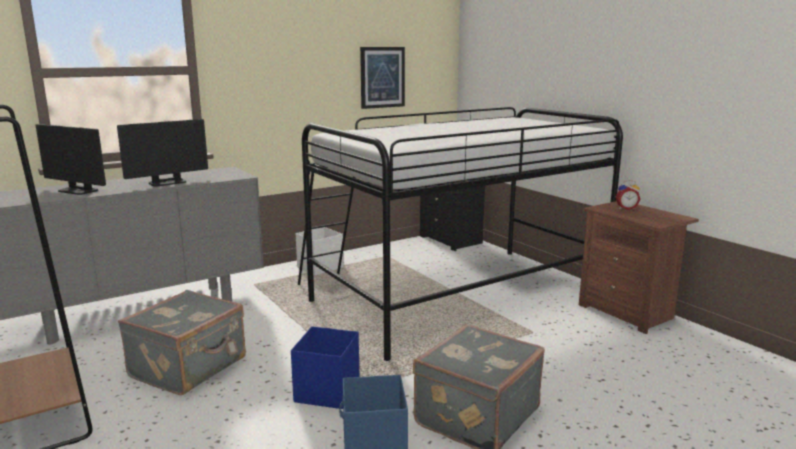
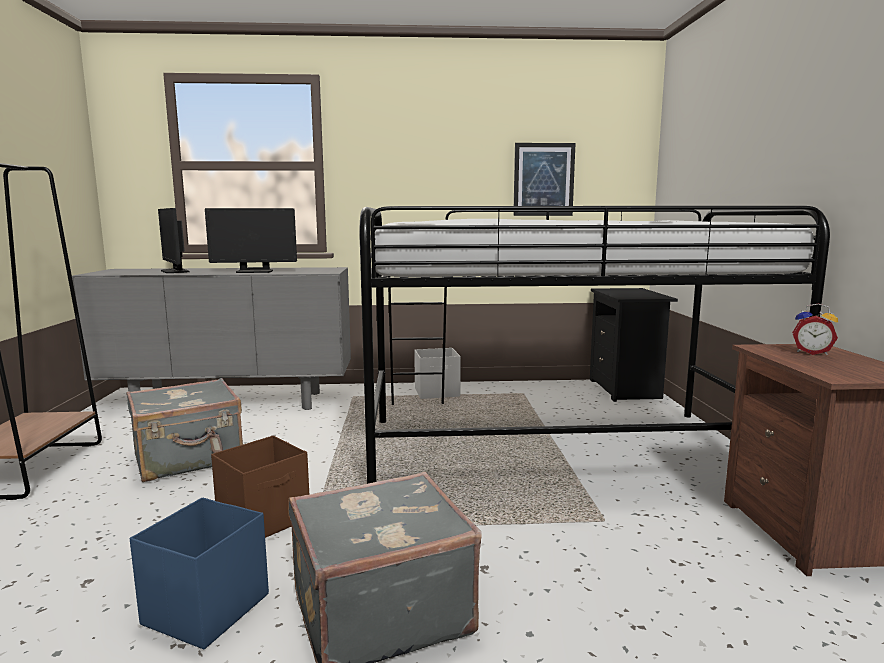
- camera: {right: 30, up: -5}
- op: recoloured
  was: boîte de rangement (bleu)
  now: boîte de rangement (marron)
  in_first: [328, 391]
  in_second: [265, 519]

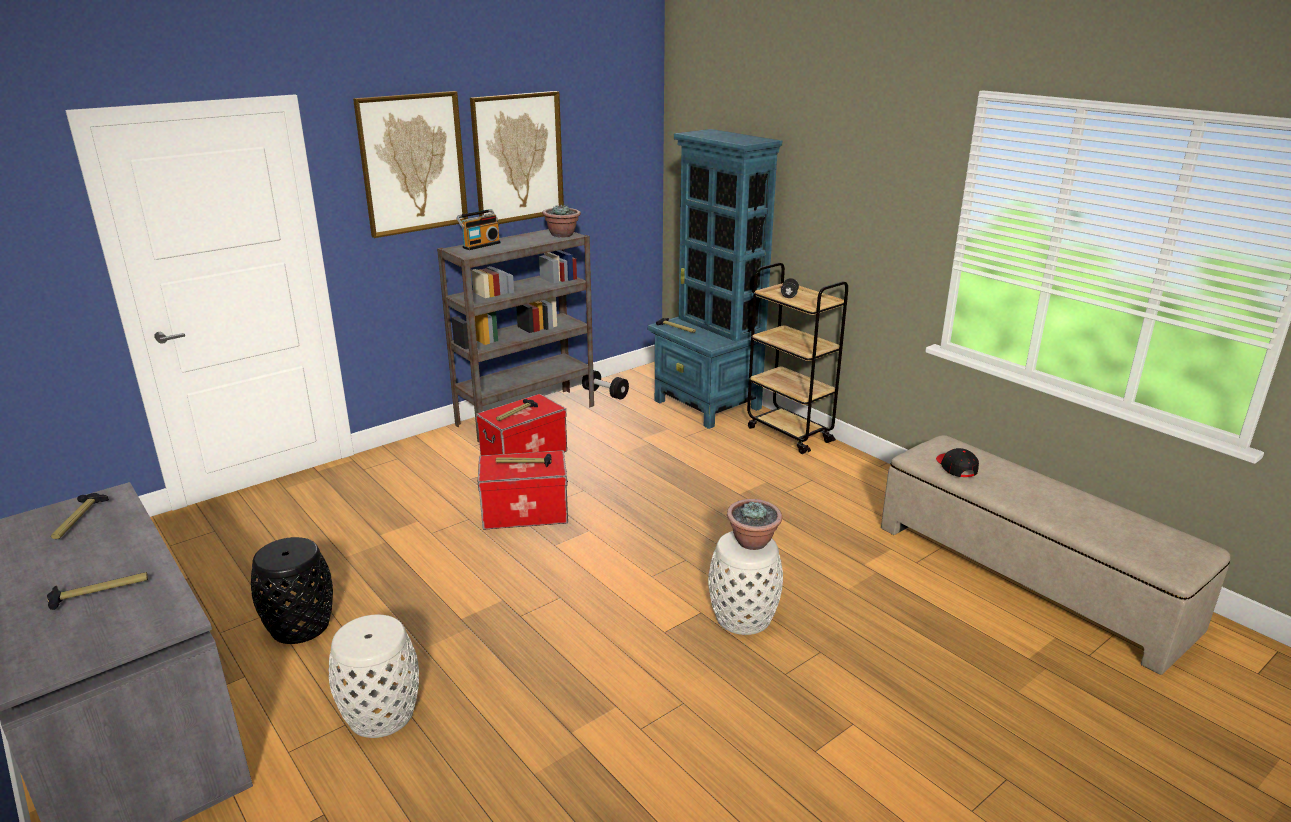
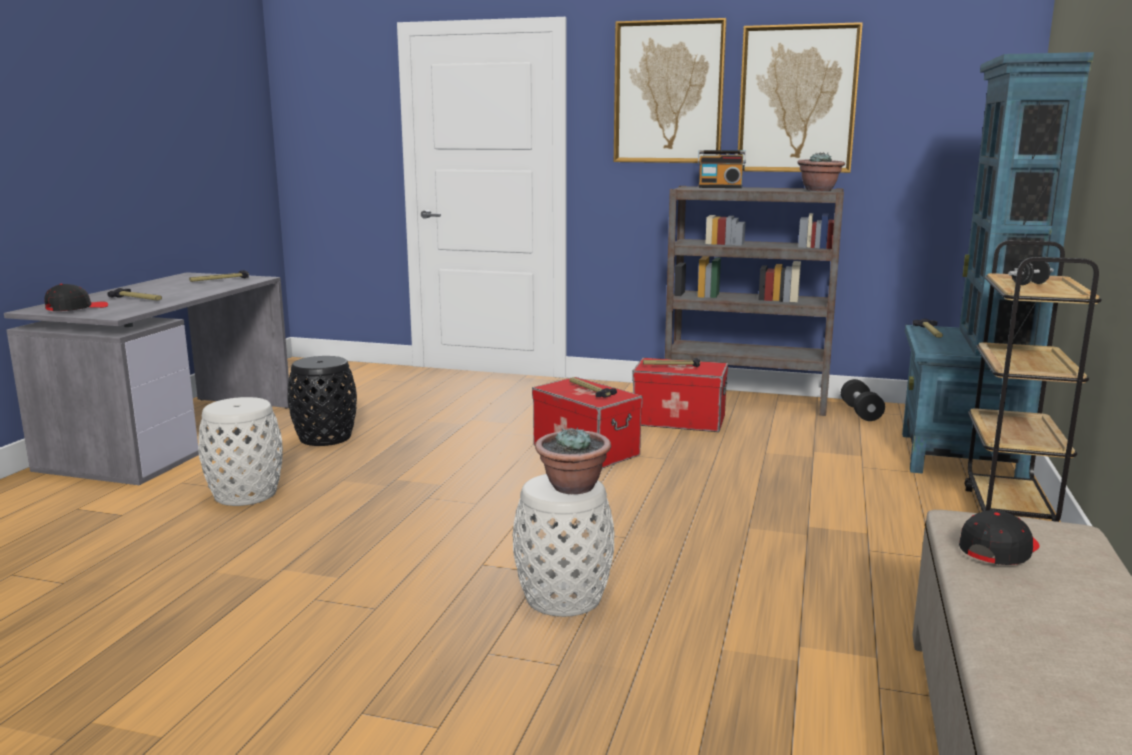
- camera: {right: 55, up: -10}
- op: added
  now: casquette (noir)
  in_second: [76, 308]

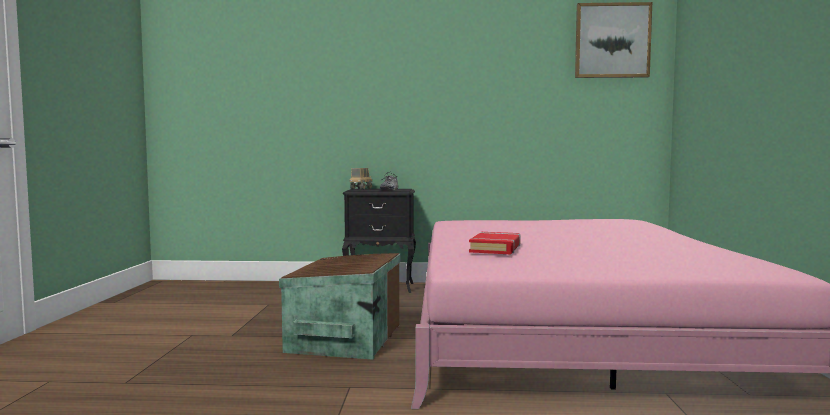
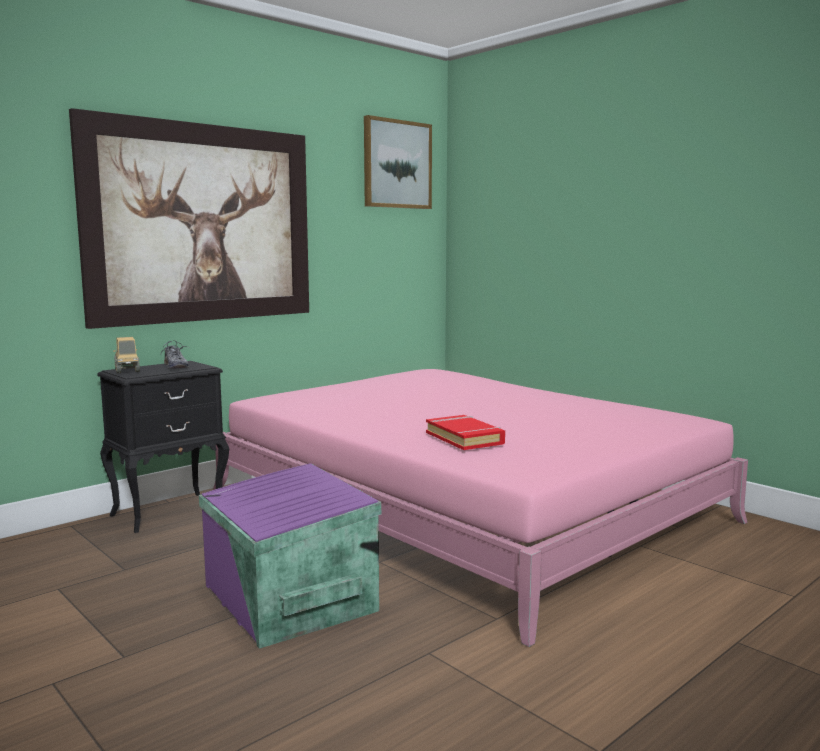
- camera: {right: -45, up: 5}
- op: added
  now: tableau
  in_second: [202, 224]
- op: recoloured
  was: boîte de rangement (marron)
  now: boîte de rangement (violet)
  in_first: [343, 338]
  in_second: [287, 599]

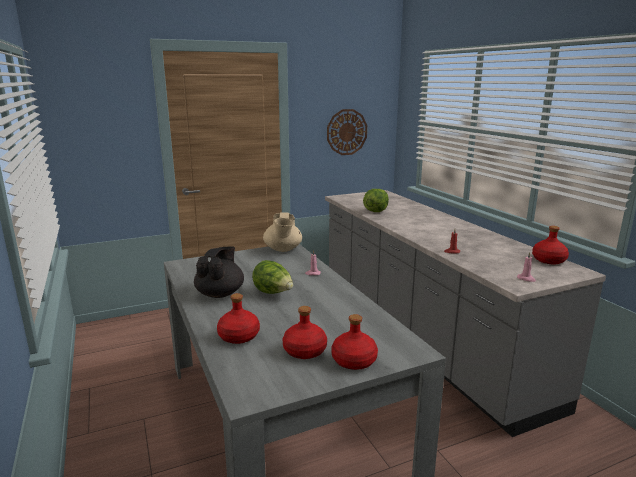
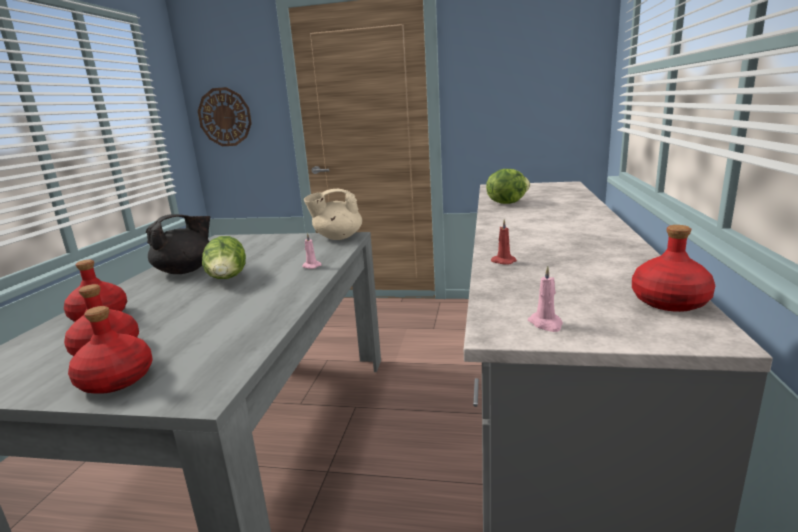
- camera: {right: 35, up: 0}
- op: moved
  was: horloge murale
  in_first: [346, 132]
  in_second: [225, 117]
- op: turned
  was: théière (beige)
  in_first: [283, 249]
  in_second: [337, 237]
  clockwise: 45

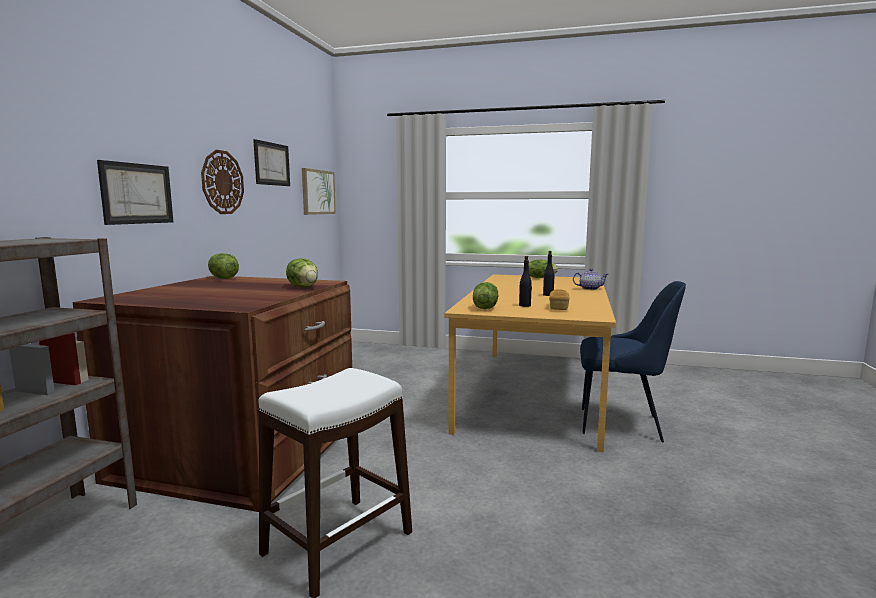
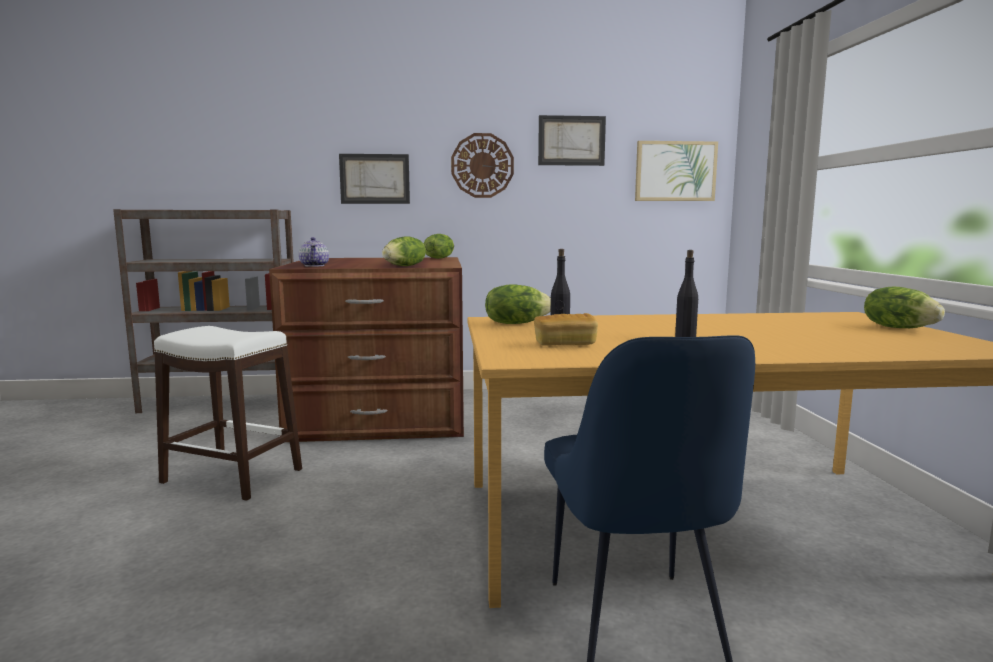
- camera: {right: 70, up: 0}
- op: moved
  was: théière
  in_first: [589, 289]
  in_second: [314, 265]

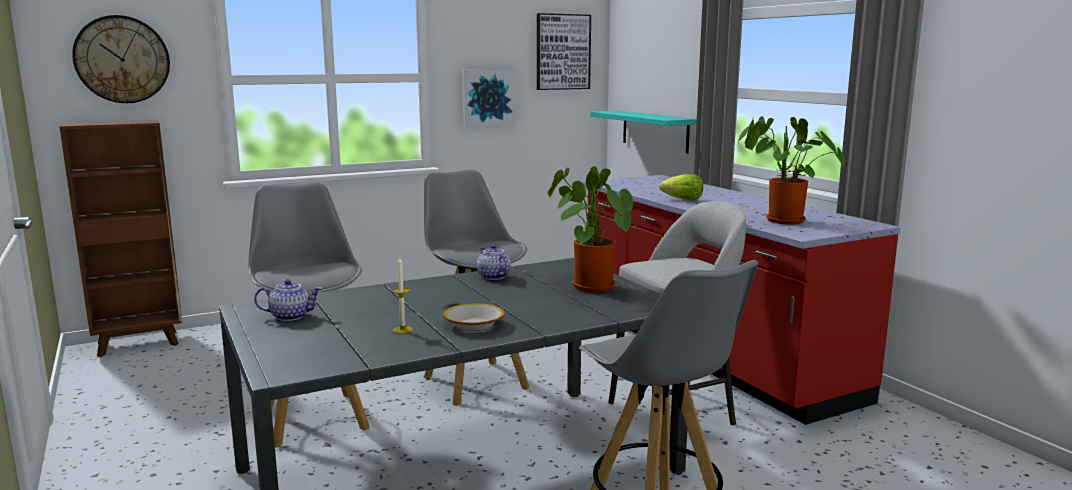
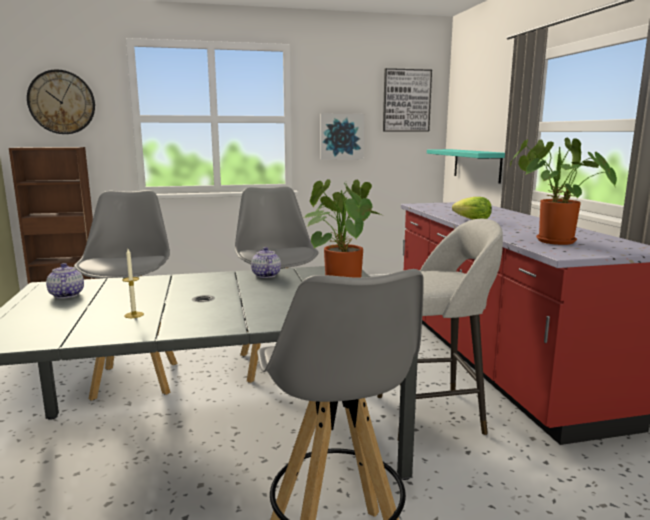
- camera: {right: 15, up: 0}
- op: turned
  was: théière
  in_first: [290, 316]
  in_second: [66, 295]
  clockwise: -120
- op: removed
  was: bol
  in_first: [473, 325]

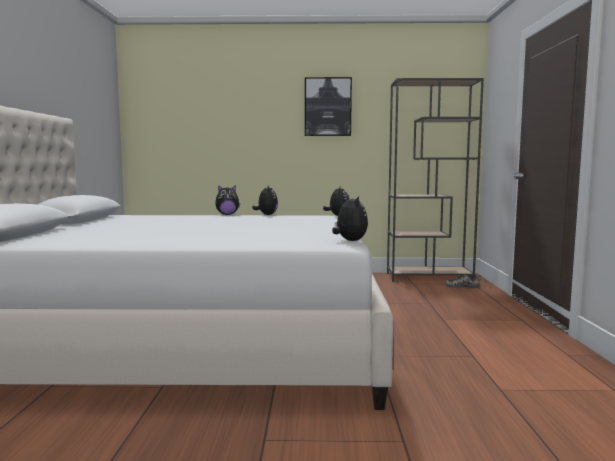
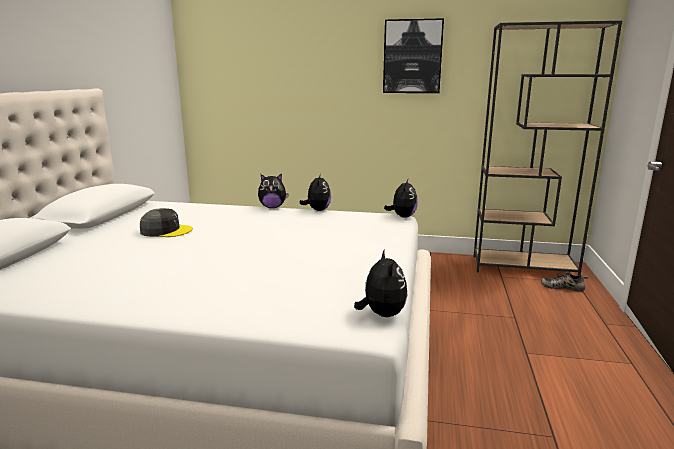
- camera: {right: 10, up: 10}
- op: added
  now: casquette (gris)
  in_second: [166, 231]

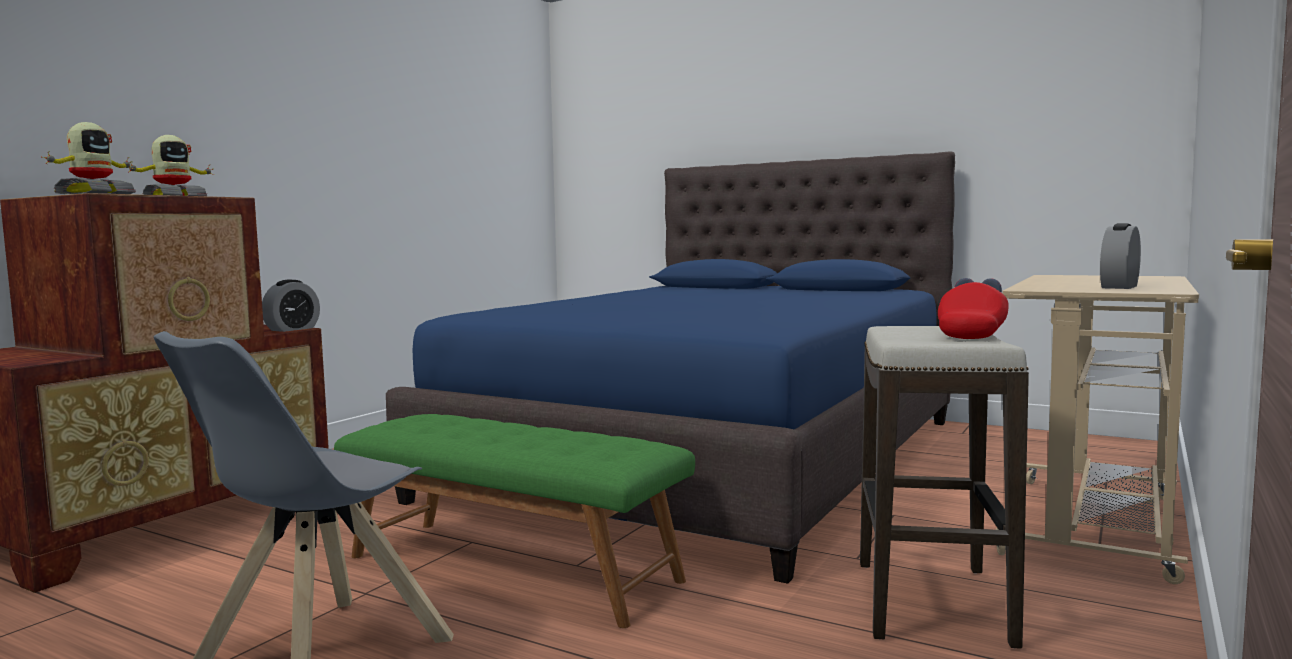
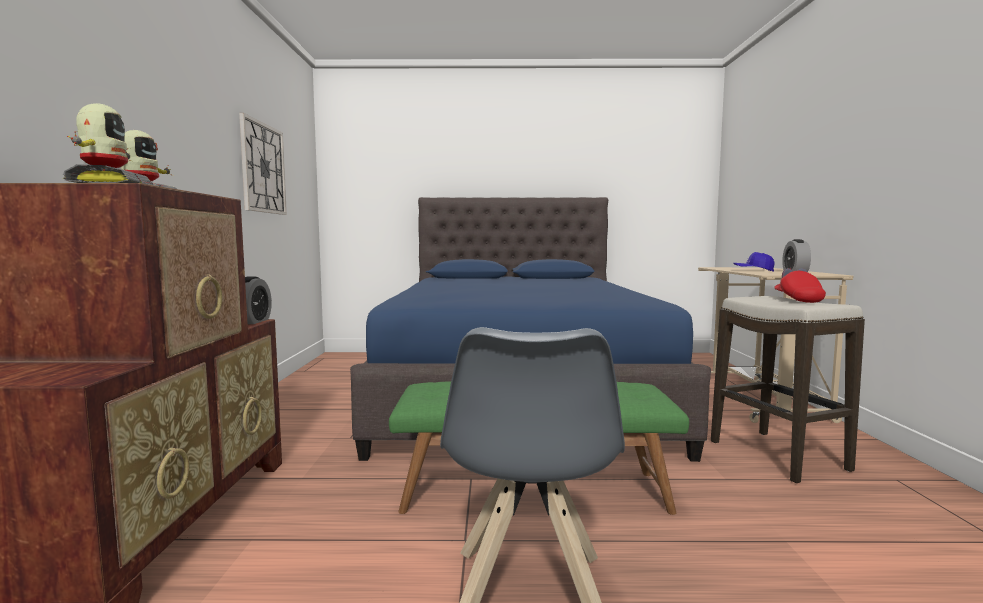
- camera: {right: -30, up: 0}
- op: added
  now: horloge murale
  in_second: [263, 168]
- op: added
  now: casquette (bleu)
  in_second: [753, 271]

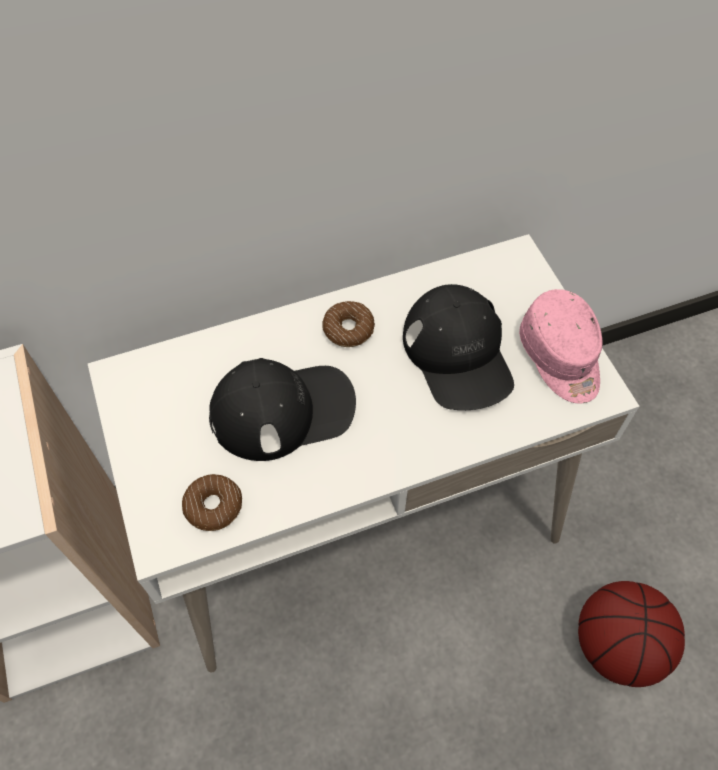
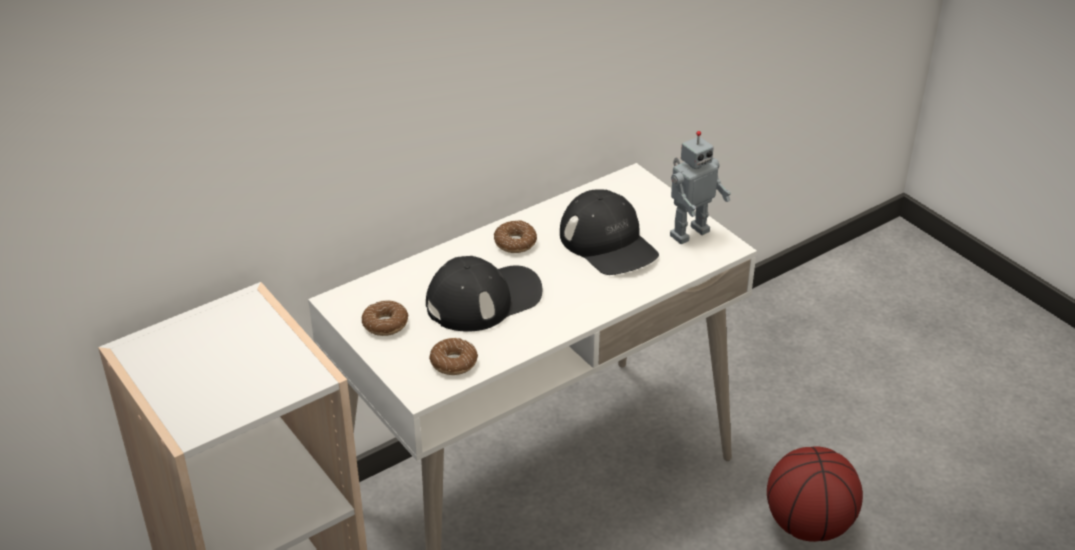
- camera: {right: -15, up: -20}
- op: added
  now: beignet
  in_second: [385, 324]
- op: replaced
  was: casquette (rose)
  now: robot jouet
  in_first: [560, 358]
  in_second: [688, 232]

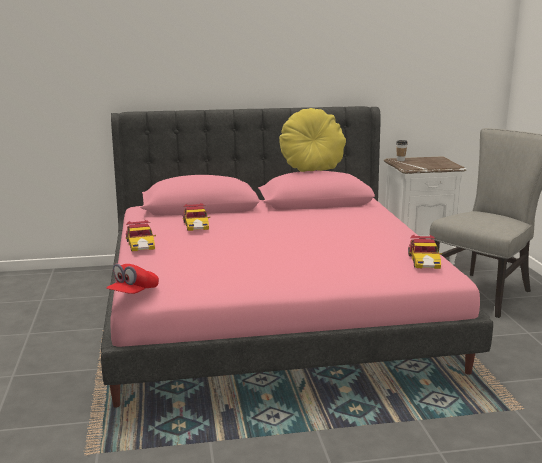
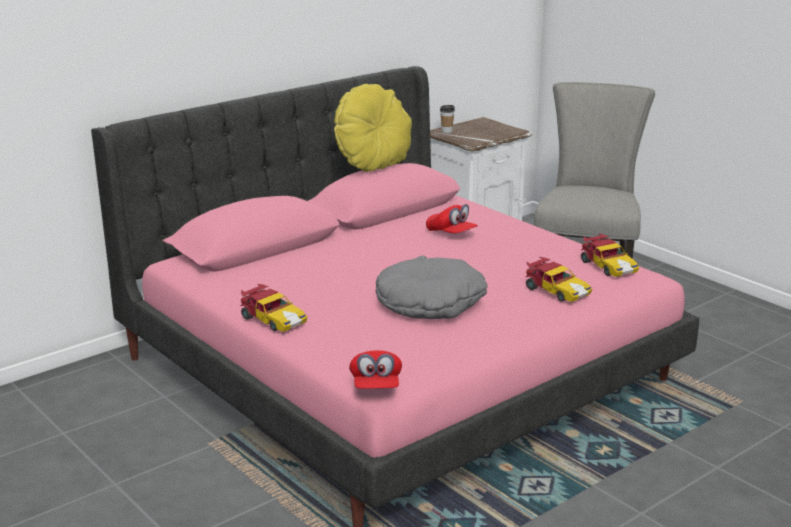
- camera: {right: -30, up: 5}
- op: added
  now: coussin (gris)
  in_second: [428, 303]
- op: added
  now: casquette (rouge)
  in_second: [451, 234]
- op: moved
  was: petite voiture
  in_first: [196, 226]
  in_second: [556, 291]

